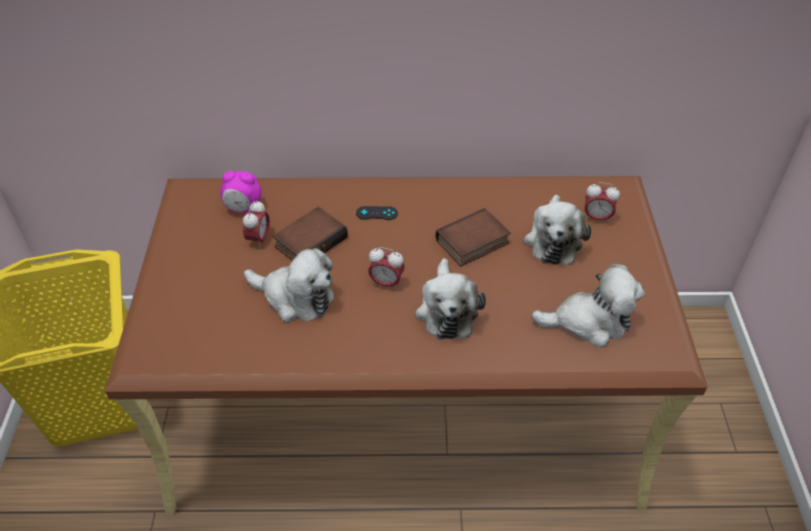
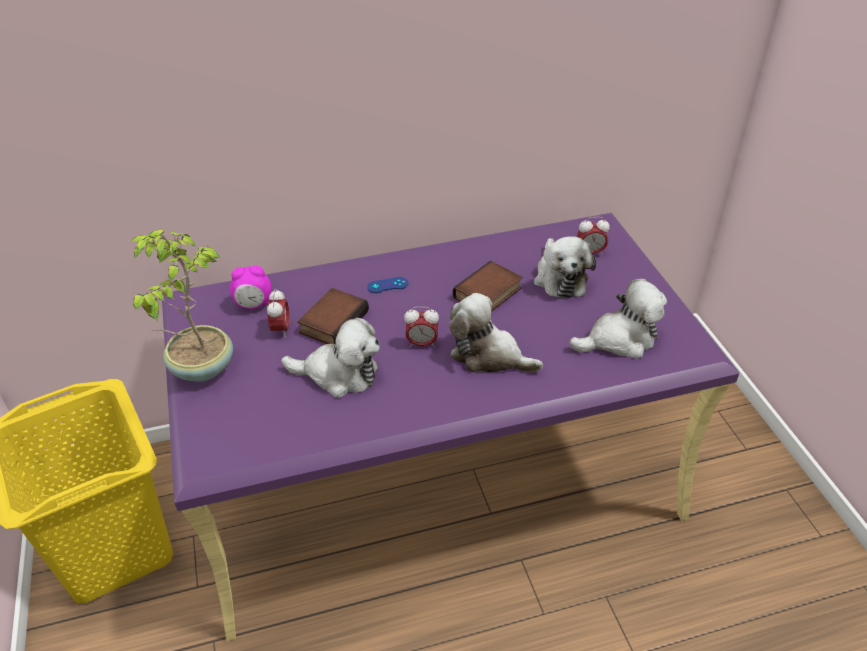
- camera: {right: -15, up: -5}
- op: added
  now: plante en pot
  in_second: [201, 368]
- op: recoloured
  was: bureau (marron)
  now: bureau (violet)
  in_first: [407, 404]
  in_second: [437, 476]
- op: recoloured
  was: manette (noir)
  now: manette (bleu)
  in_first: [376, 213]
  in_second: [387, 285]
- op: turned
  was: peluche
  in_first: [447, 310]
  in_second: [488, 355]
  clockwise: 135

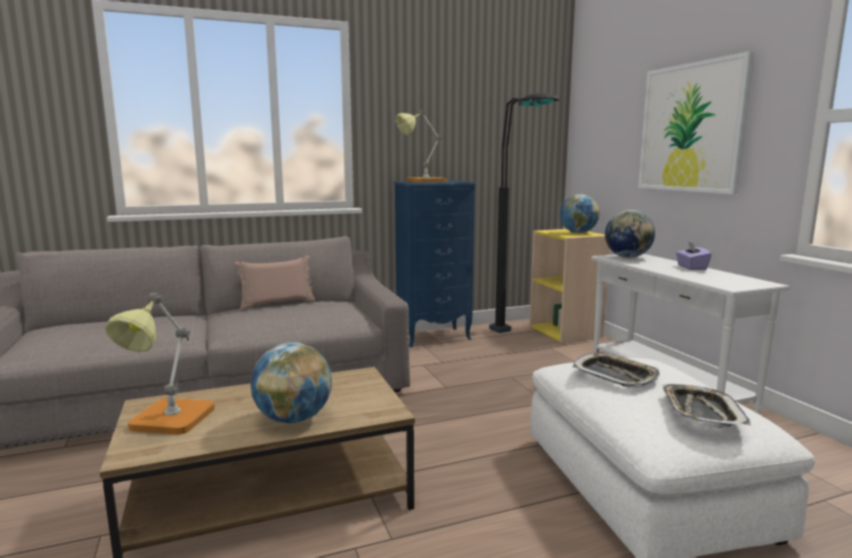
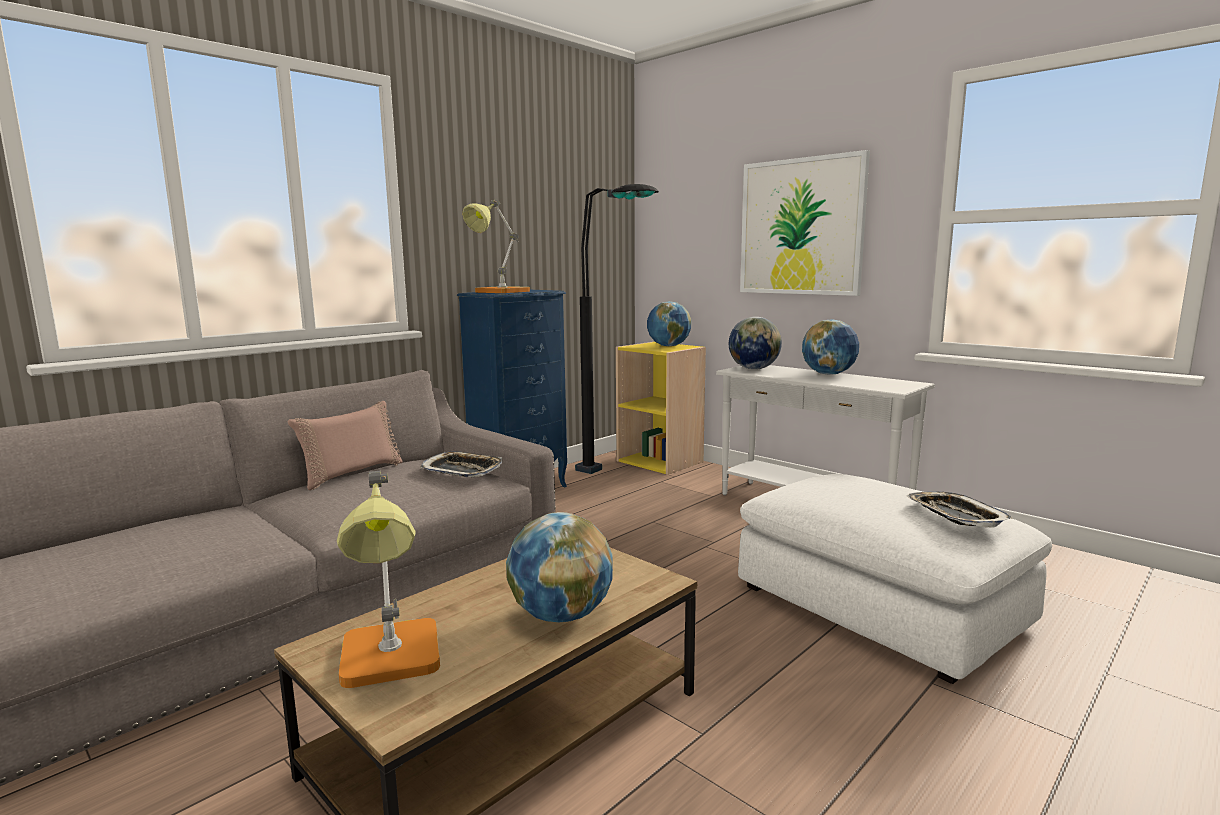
- camera: {right: -25, up: 0}
- op: moved
  was: plateau
  in_first: [615, 375]
  in_second: [462, 470]
- op: replaced
  was: boîte à mouchoirs (violet)
  now: globe
  in_first: [691, 267]
  in_second: [829, 374]

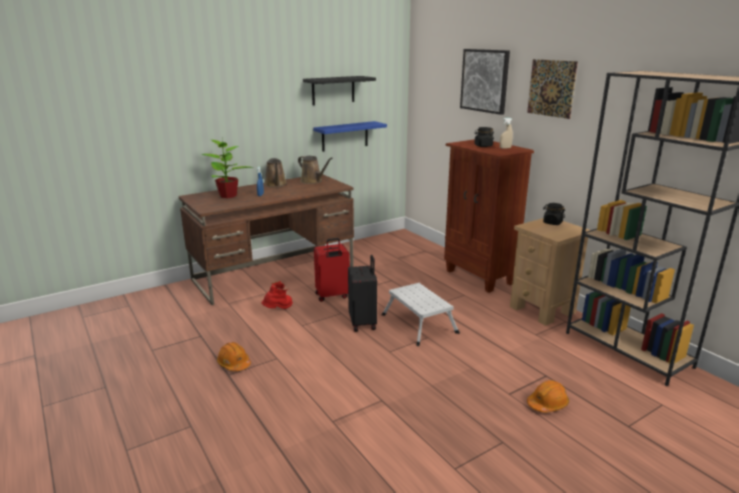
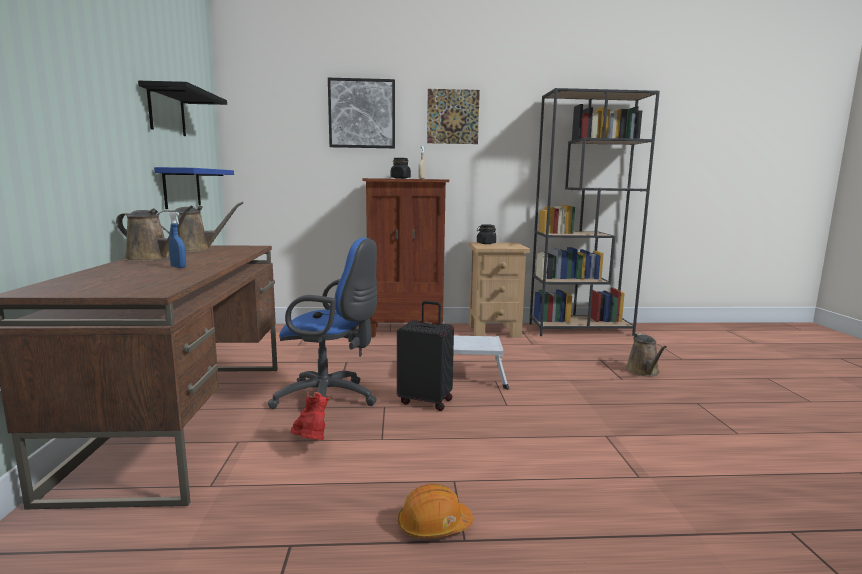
- camera: {right: -60, up: -10}
- op: replaced
  was: valise (rouge)
  now: chaise de bureau (bleu)
  in_first: [332, 296]
  in_second: [330, 400]
- op: replaced
  was: casque de chantier (orange)
  now: arrosoir (marron)
  in_first: [547, 404]
  in_second: [644, 372]
- op: removed
  was: plante en pot
  in_first: [228, 196]

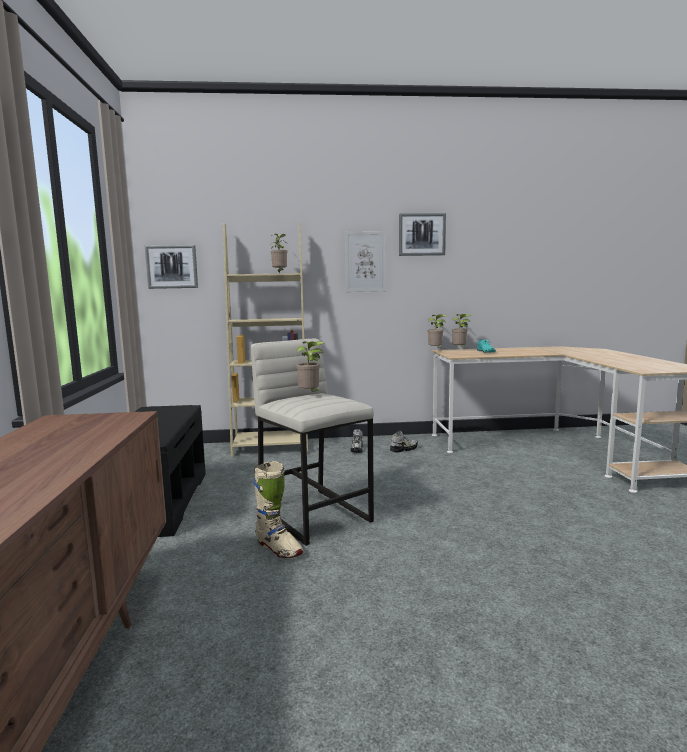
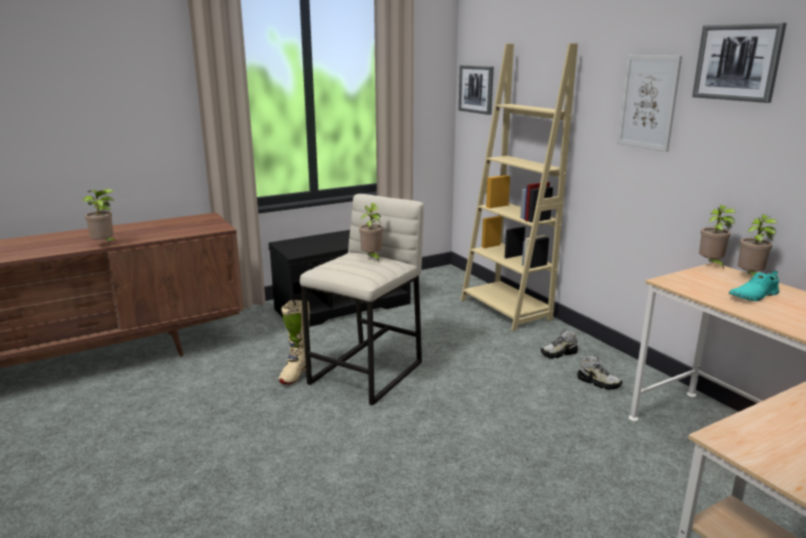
- camera: {right: 65, up: 10}
- op: moved
  was: plante en pot
  in_first: [280, 273]
  in_second: [105, 244]

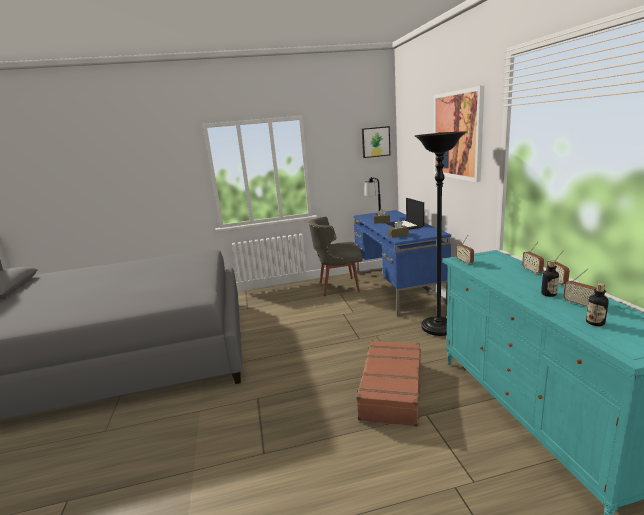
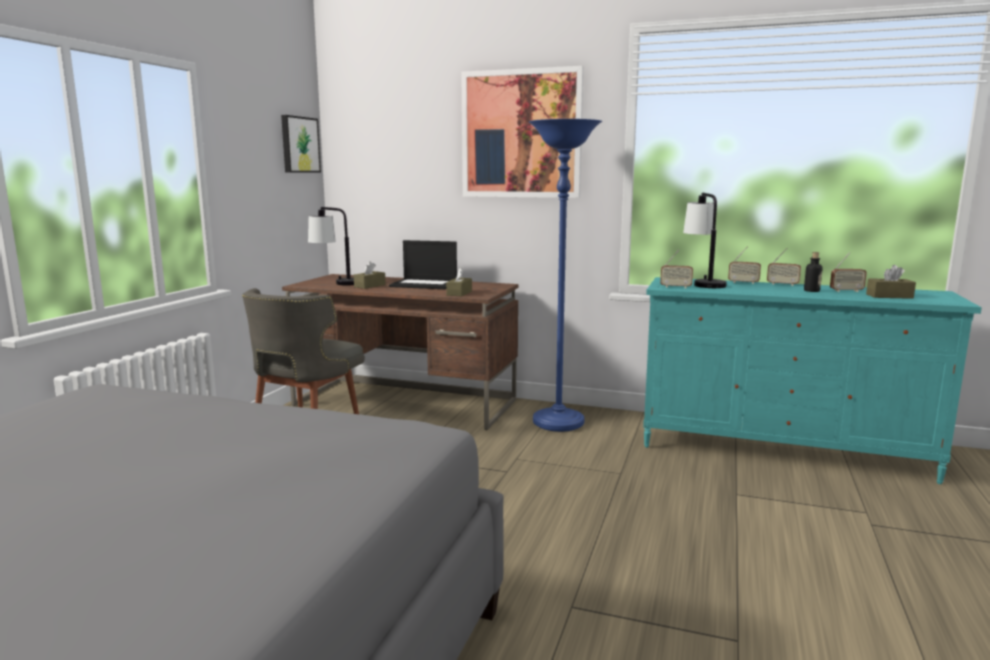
- camera: {right: -60, up: -5}
- op: recoloured
  was: bureau (bleu)
  now: bureau (marron)
  in_first: [397, 288]
  in_second: [406, 403]
- op: recoloured
  was: lampadaire (noir)
  now: lampadaire (bleu)
  in_first: [438, 328]
  in_second: [558, 423]
- op: added
  now: lampe de table
  in_second: [702, 283]
- op: replaced
  was: bouteille
  now: boîte à mouchoirs (marron)
  in_first: [595, 323]
  in_second: [889, 296]
- op: removed
  was: valise (marron)
  in_first: [391, 389]

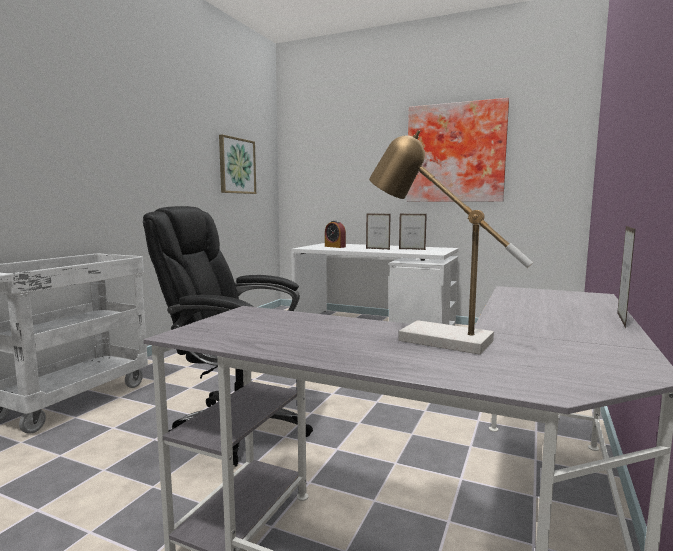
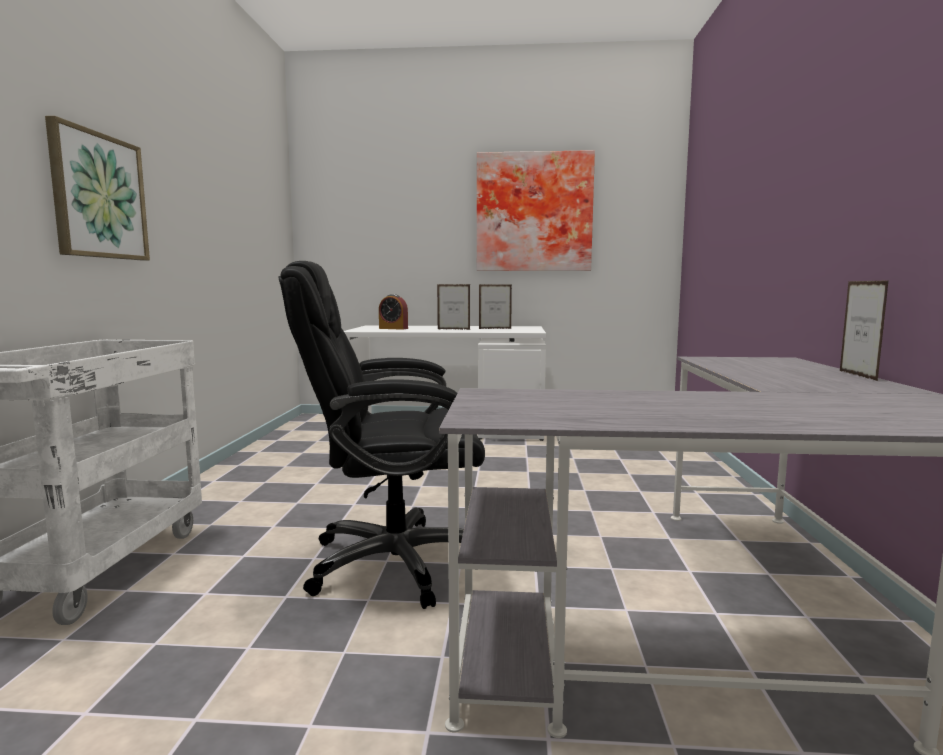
- camera: {right: -20, up: 0}
- op: moved
  was: tableau
  in_first: [237, 166]
  in_second: [98, 196]
- op: removed
  was: lampe de table
  in_first: [432, 339]

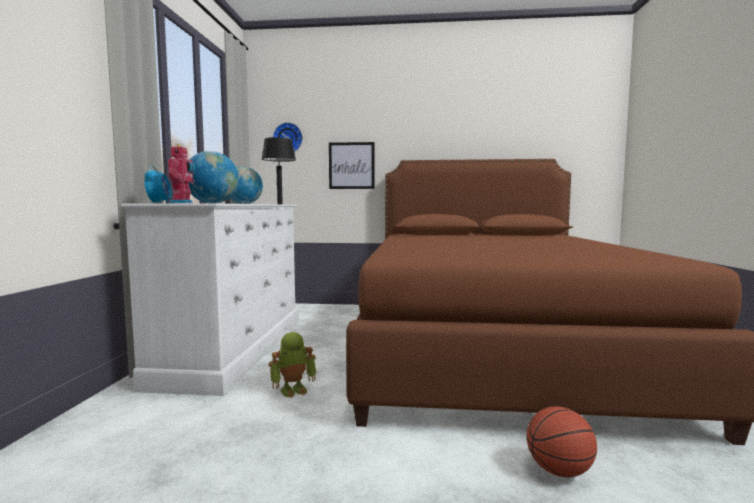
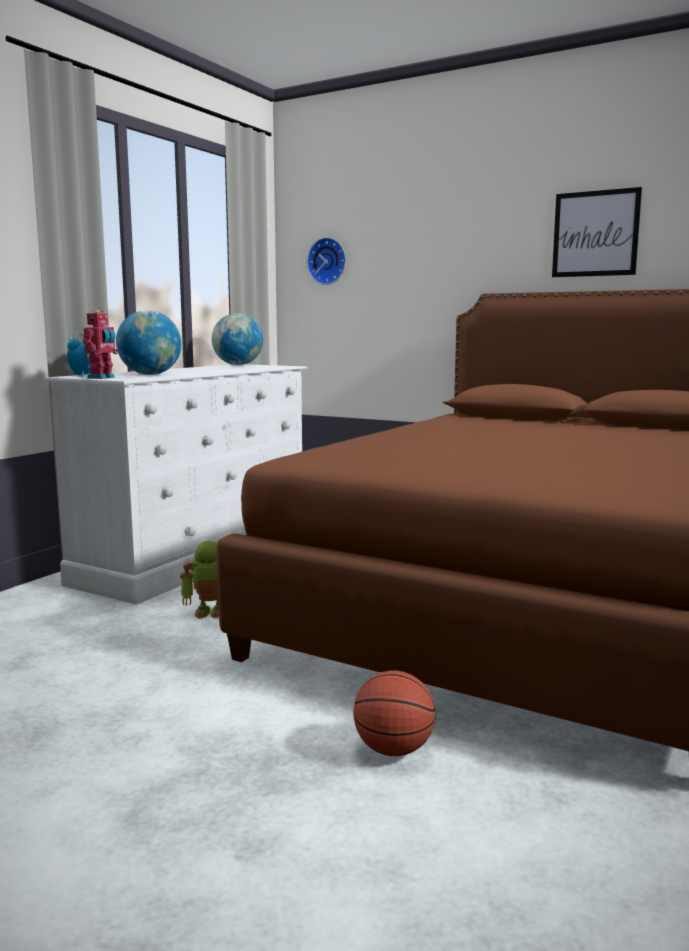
- camera: {right: 25, up: 5}
- op: moved
  was: tableau
  in_first: [351, 165]
  in_second: [595, 234]
- op: removed
  was: lampe de table (noir)
  in_first: [280, 204]

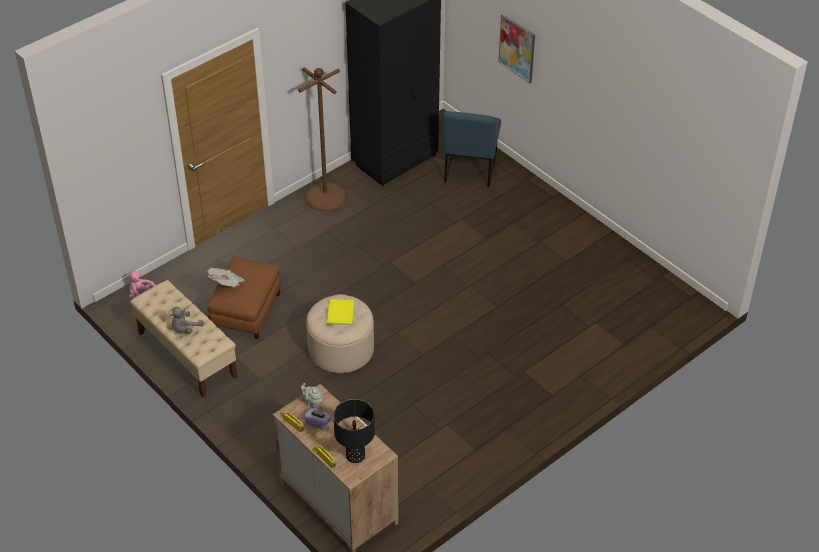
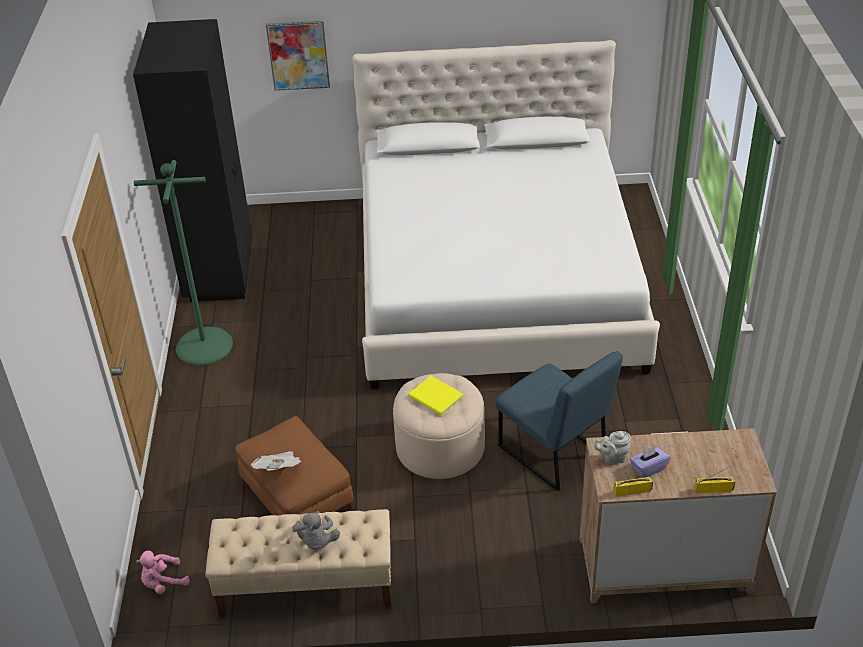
- camera: {right: -50, up: -5}
- op: recoloured
  was: portant (marron)
  now: portant (vert)
  in_first: [325, 196]
  in_second: [204, 346]
- op: added
  now: lit (blanc)
  in_second: [496, 279]
- op: moved
  was: chaise (bleu)
  in_first: [469, 168]
  in_second: [554, 452]
- op: removed
  was: lampe de table (noir)
  in_first: [355, 455]

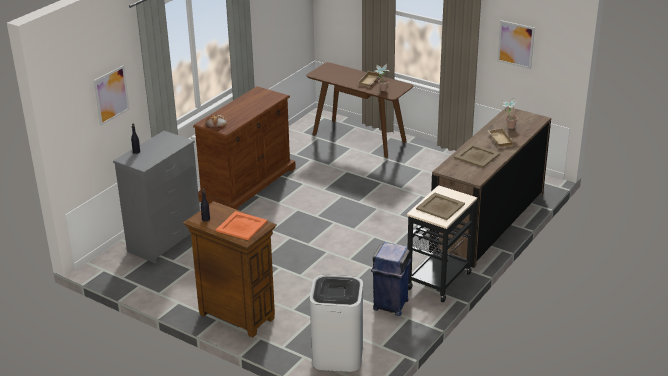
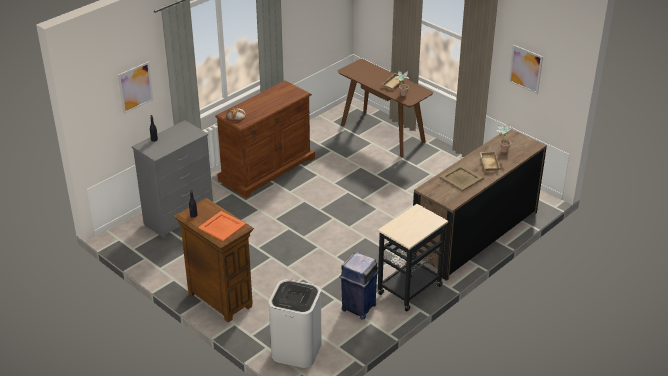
- camera: {right: 10, up: 5}
- op: removed
  was: plateau (beige)
  in_first: [440, 206]

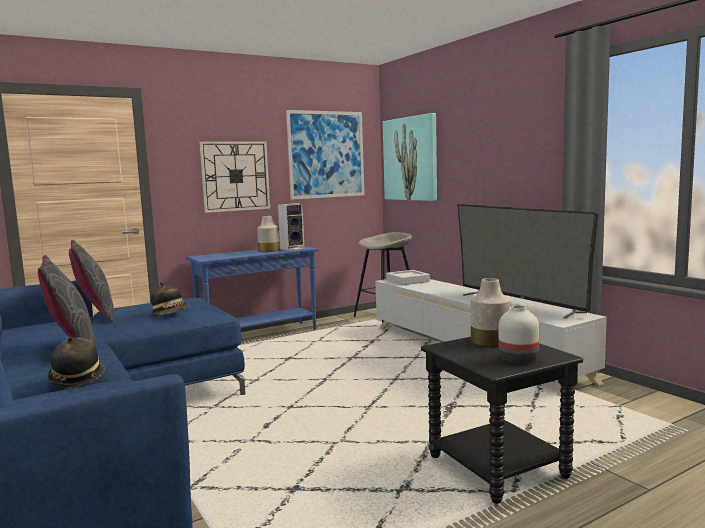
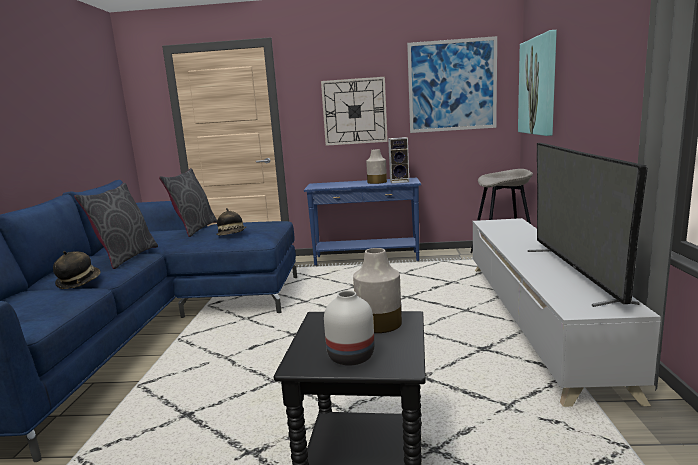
- camera: {right: 35, up: 5}
- op: removed
  was: plateau (gris)
  in_first: [407, 281]

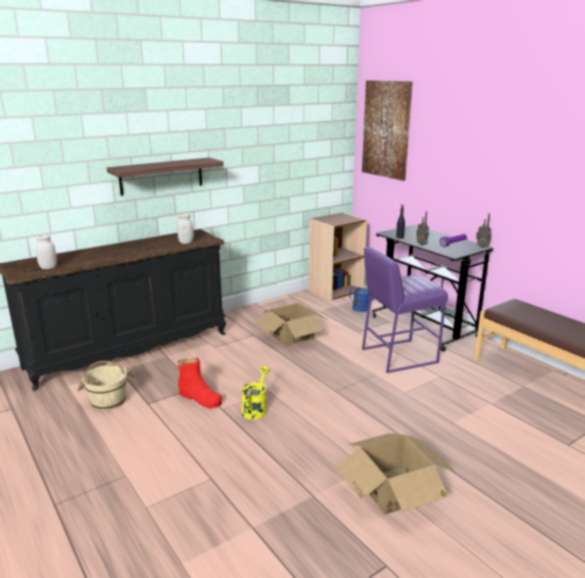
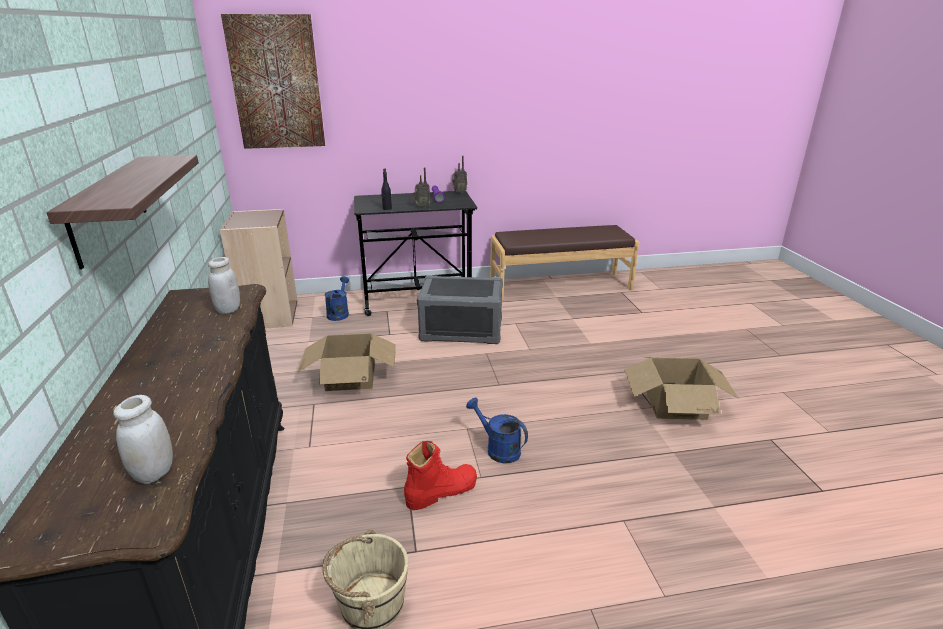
- camera: {right: -65, up: 5}
- op: replaced
  was: tabouret (violet)
  now: boîte de rangement (gris)
  in_first: [398, 356]
  in_second: [461, 330]
- op: recoloured
  was: arrosoir (jaune)
  now: arrosoir (bleu)
  in_first: [255, 409]
  in_second: [498, 449]

